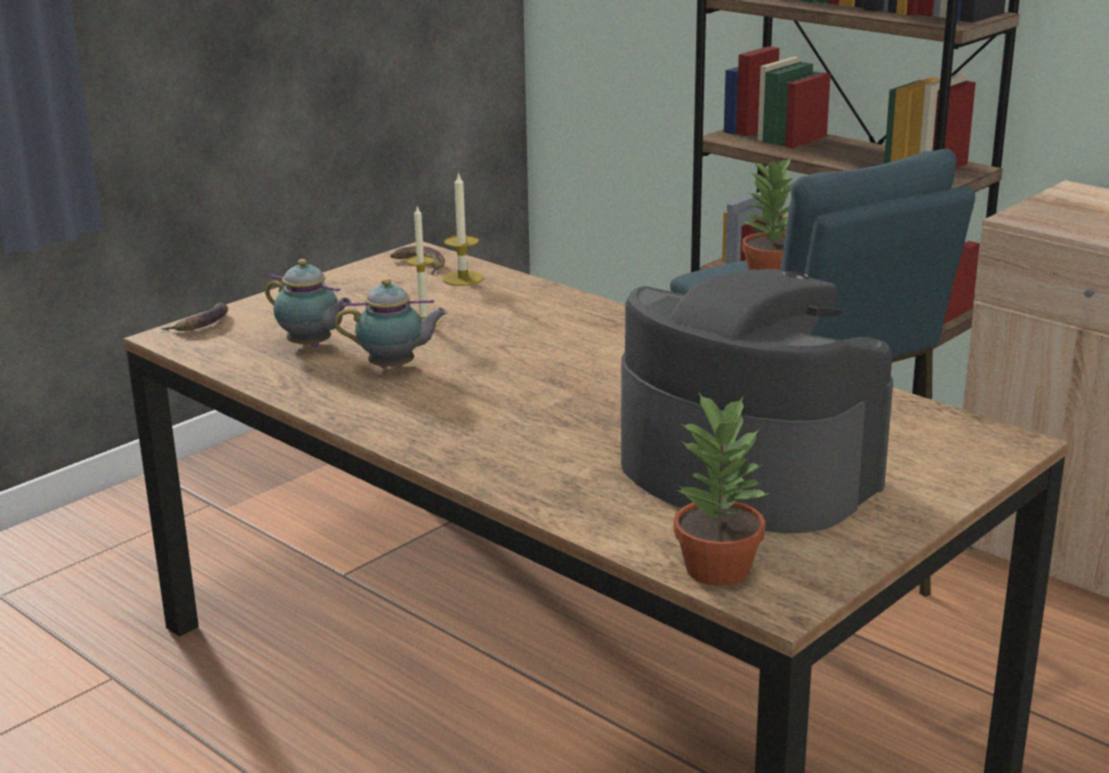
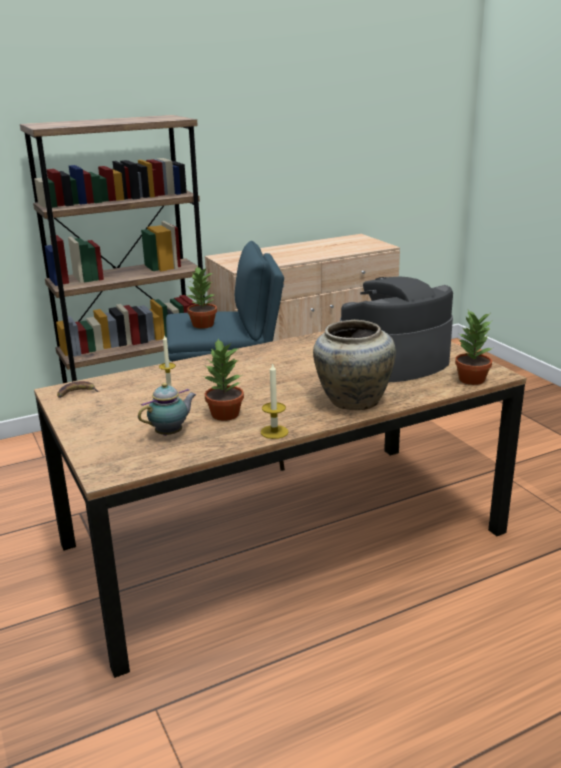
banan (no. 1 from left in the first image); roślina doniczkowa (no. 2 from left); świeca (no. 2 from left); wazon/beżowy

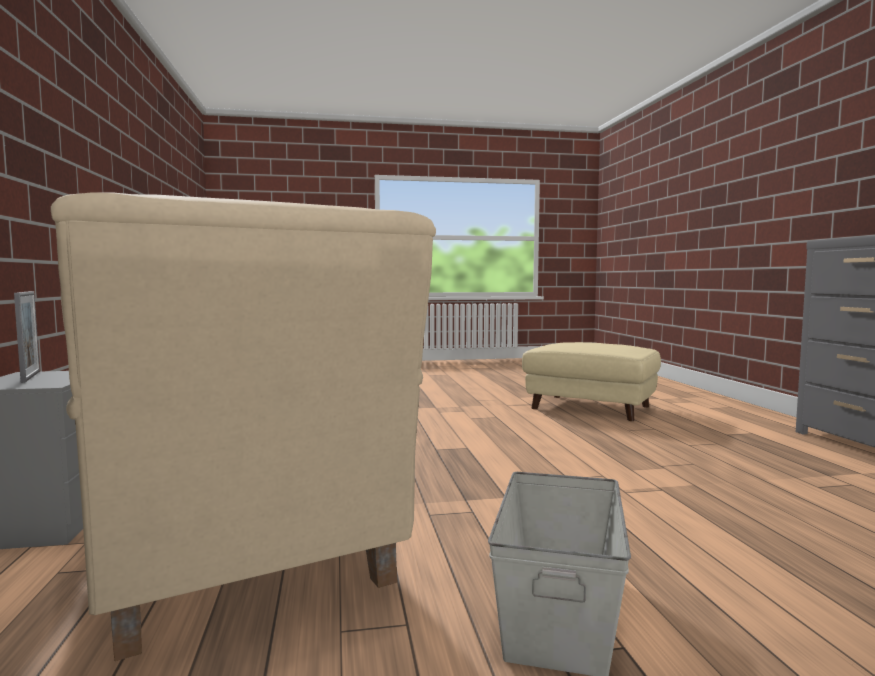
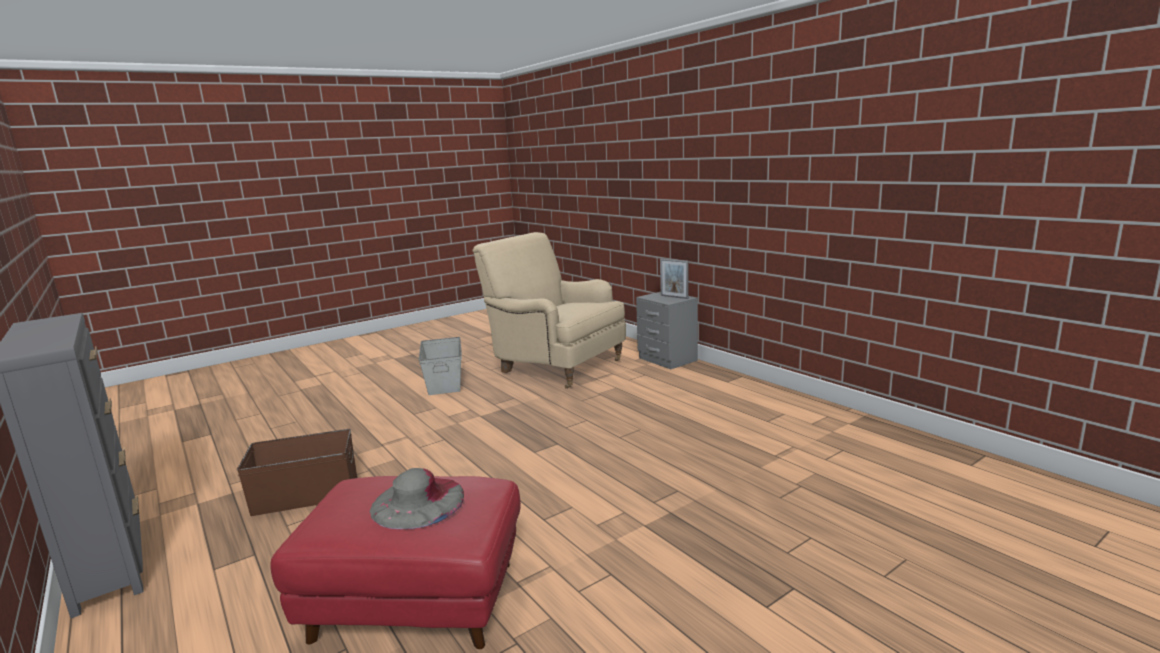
pufa/czerwony; pojemnik do przechowywania/brązowy; kapelusz/szary

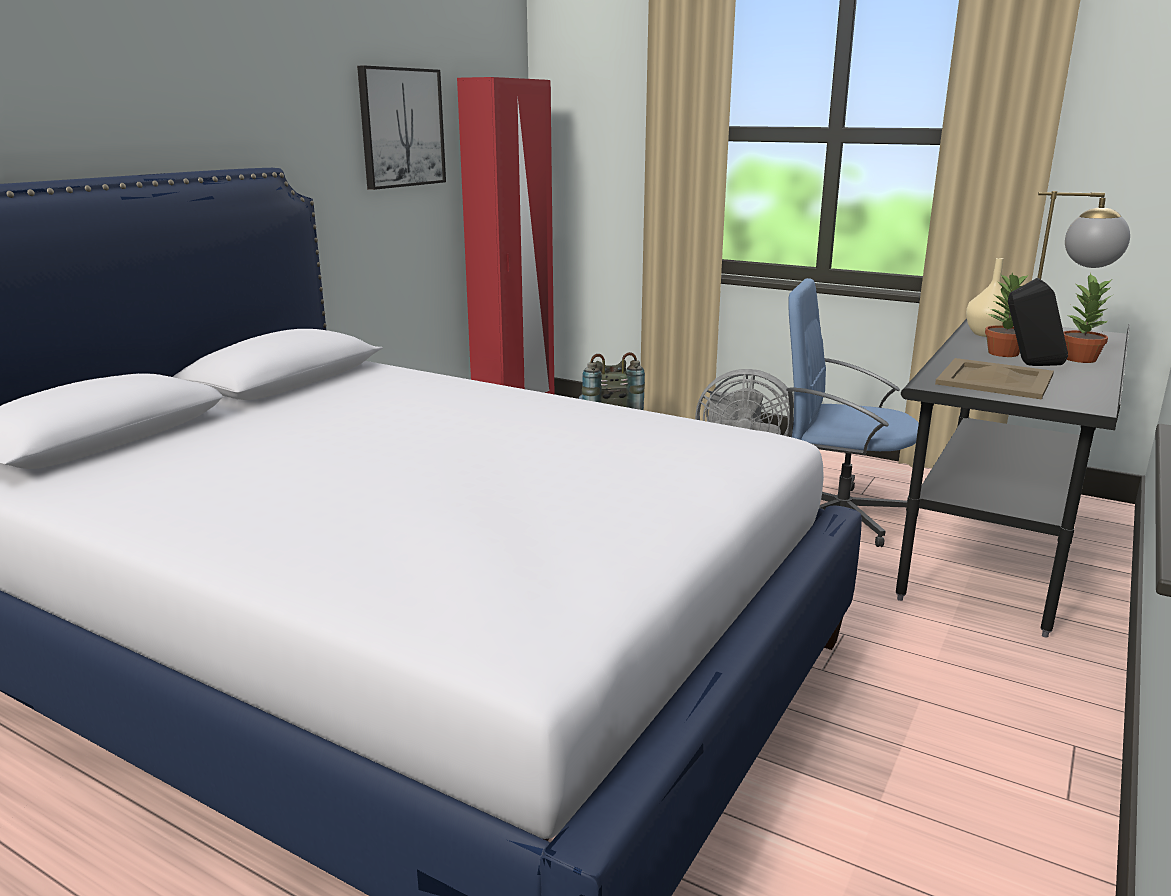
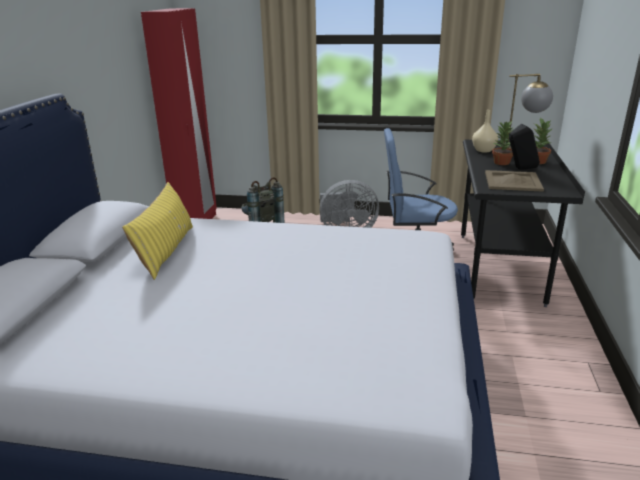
obraz; poduszka/żółty

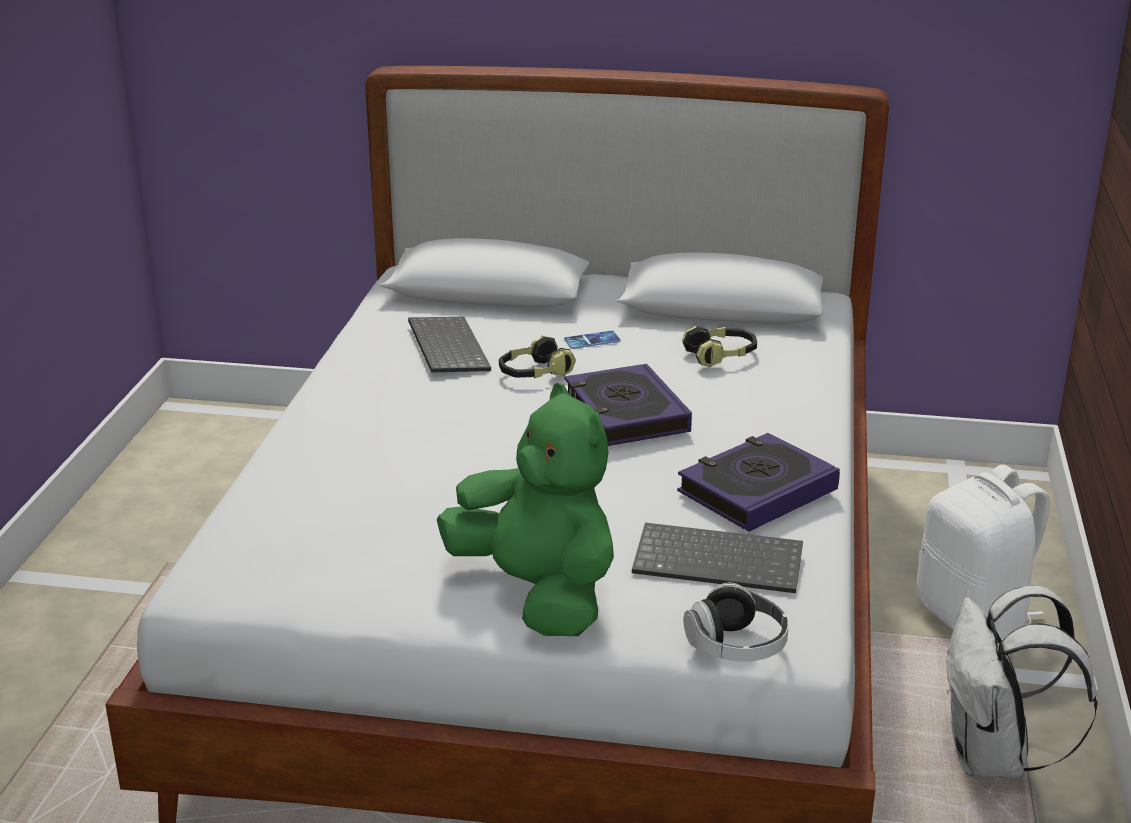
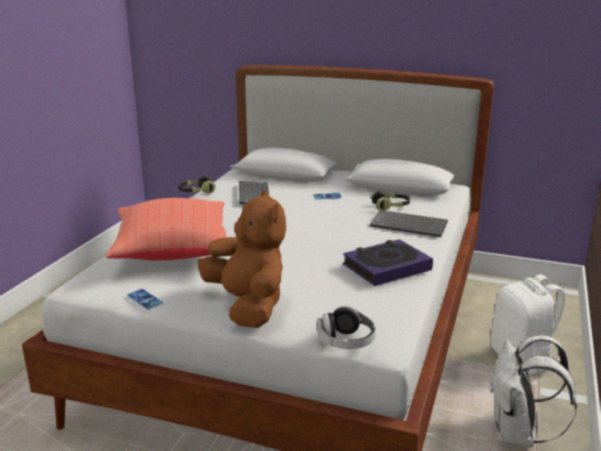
pluszak/brązowy; słuchawki (no. 1 from left); książka (no. 1 from left in the first image); klawiatura (no. 2 from left); poduszka/czerwony; telefon (no. 1 from left)

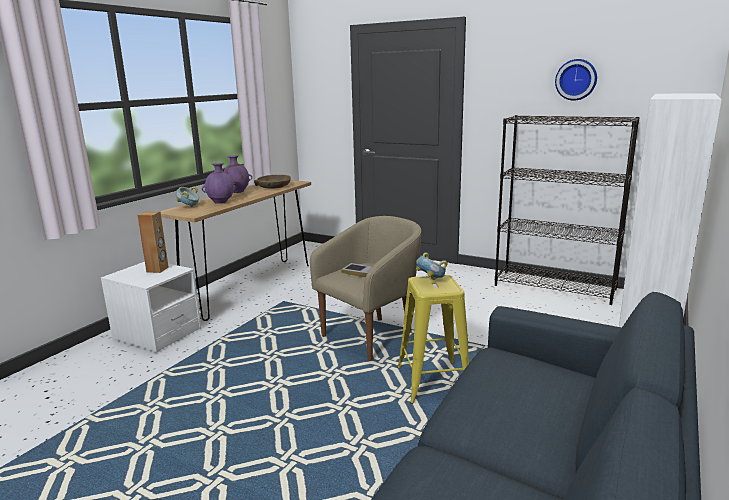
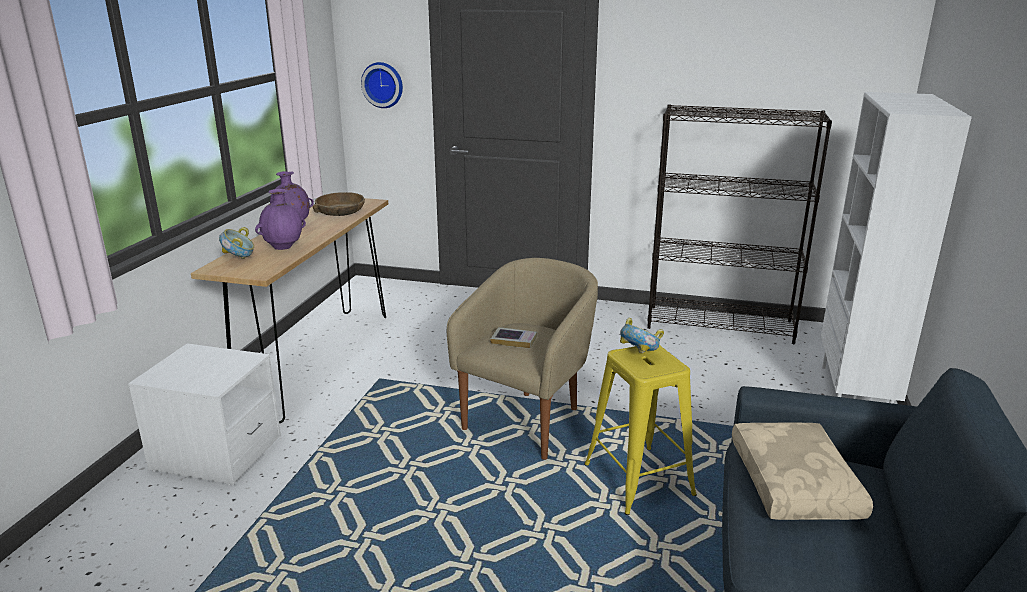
głośnik/brązowy; zegar ścienny; poduszka/beżowy

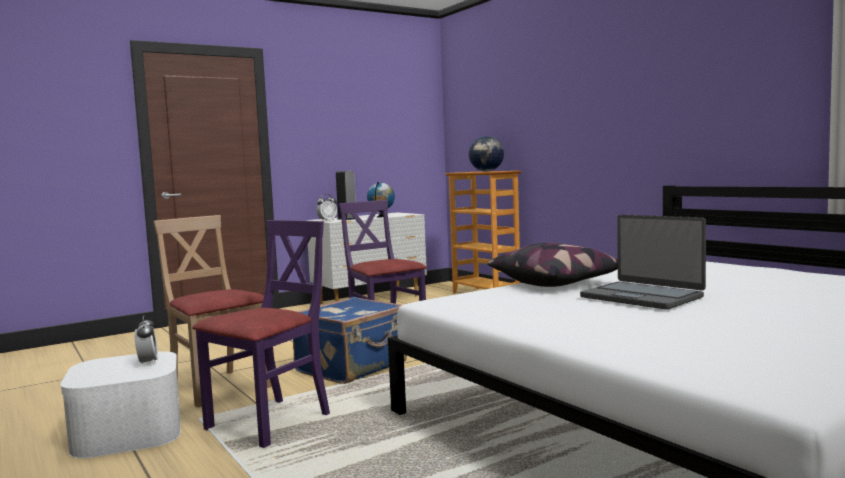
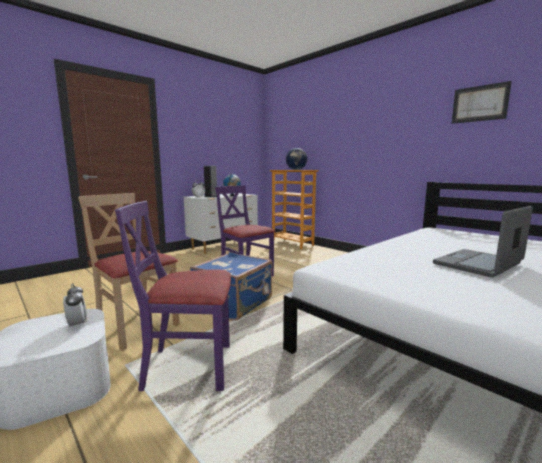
krzesło/fioletowy (no. 1 from left); poduszka; laptop; obraz

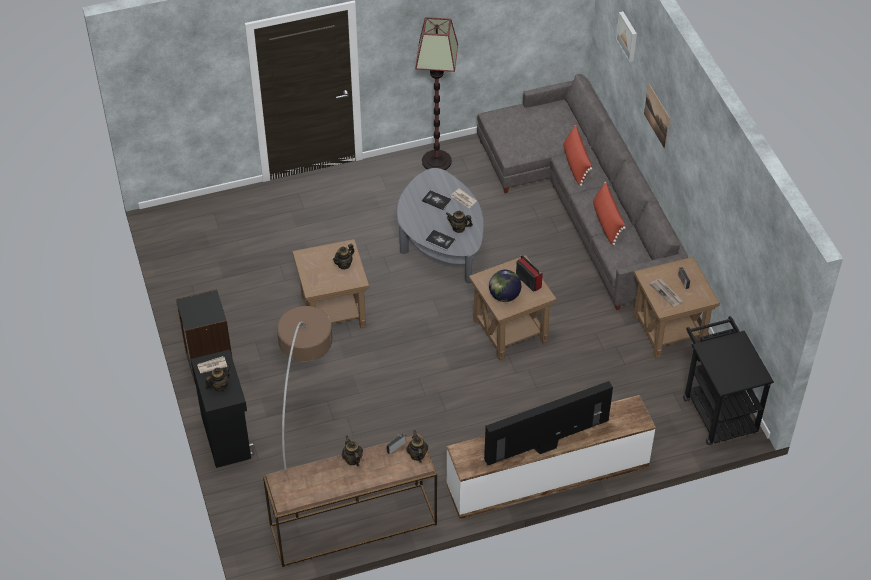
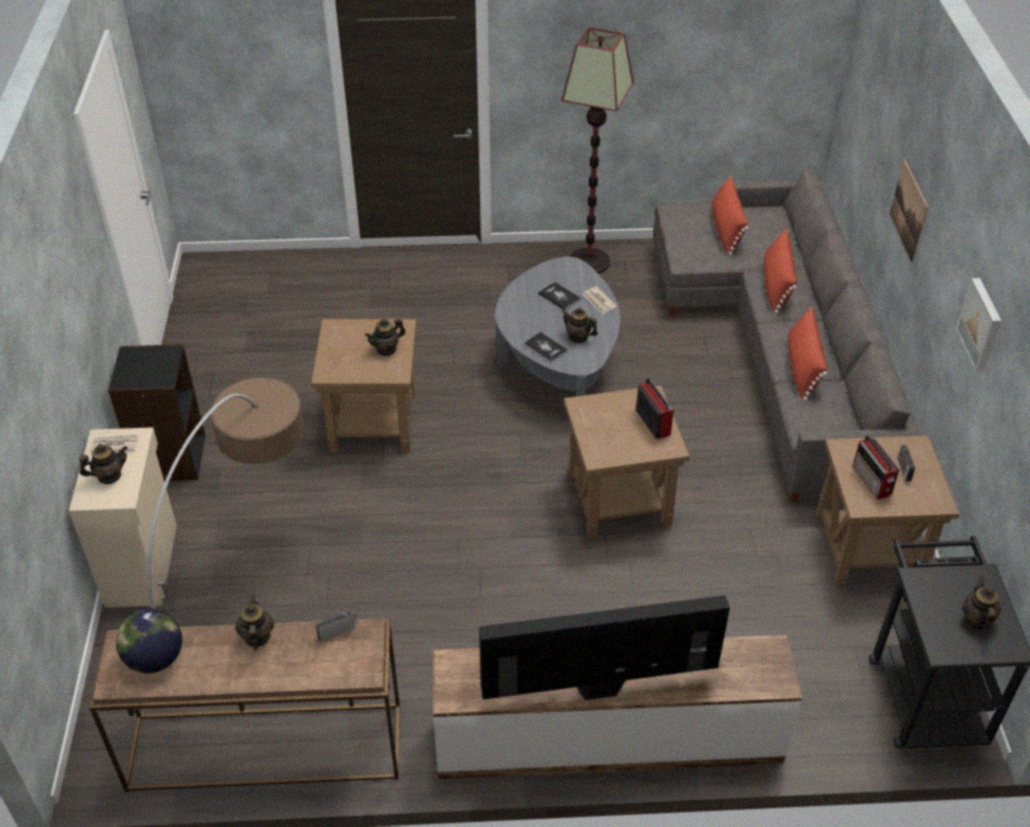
szafka/beżowy; imbryk (no. 5 from left); globus; obraz (no. 2 from left); radio (no. 3 from left); poduszka/czerwony (no. 1 from left)

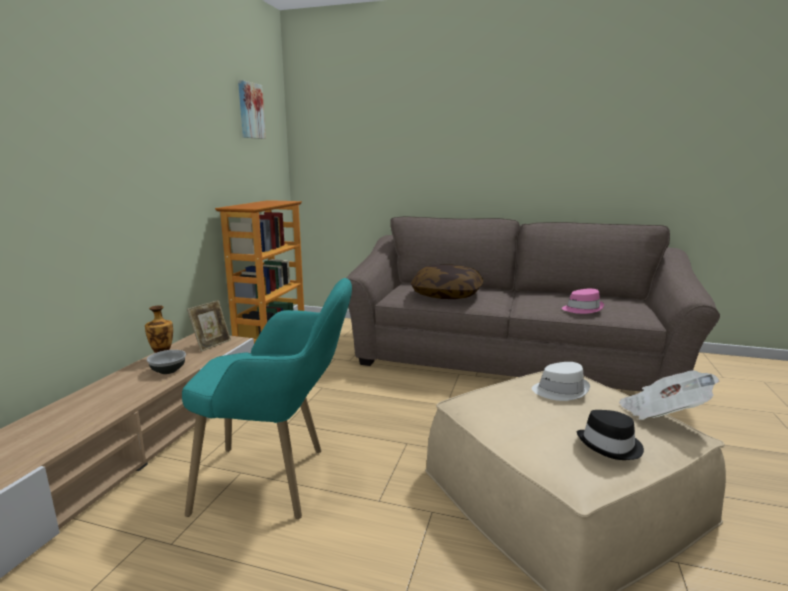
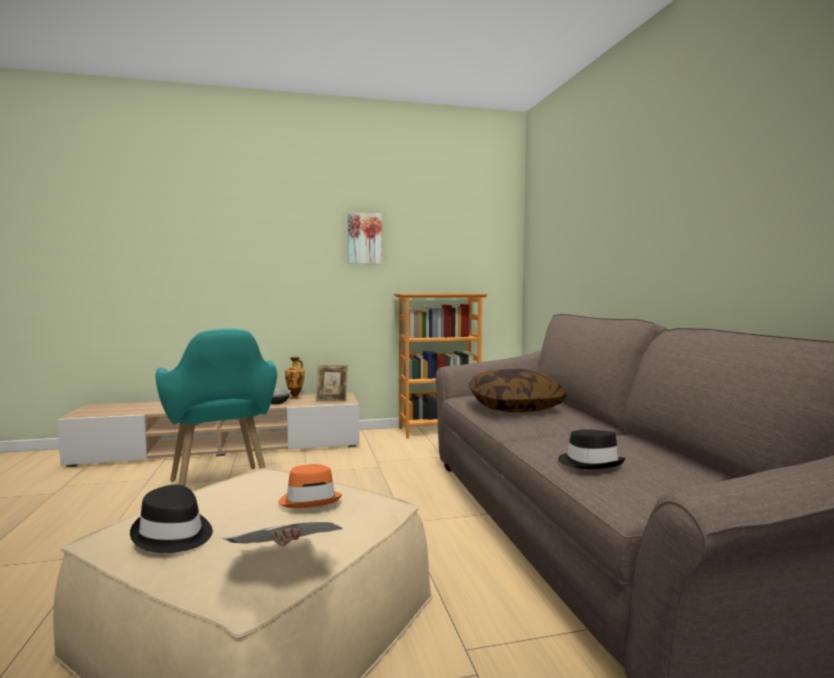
obraz; kapelusz/pomarańczowy; kapelusz/czarny (no. 2 from left)

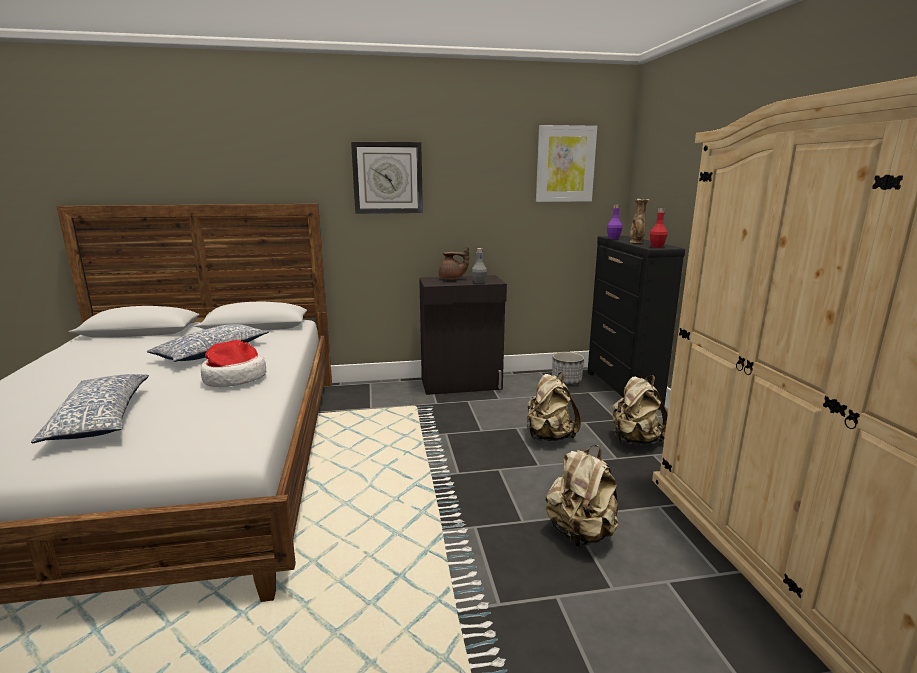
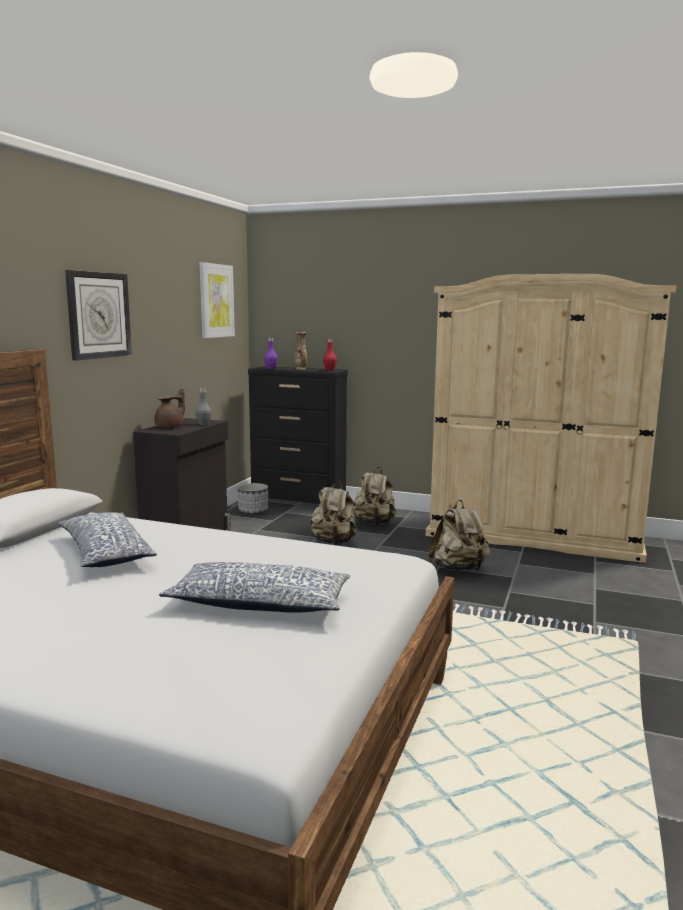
kapelusz

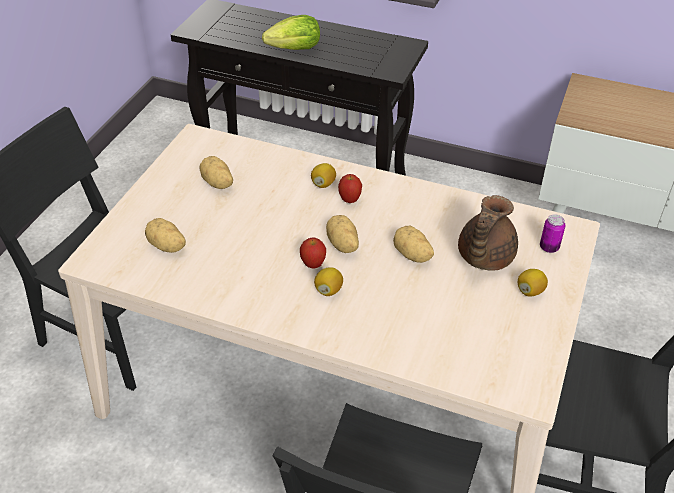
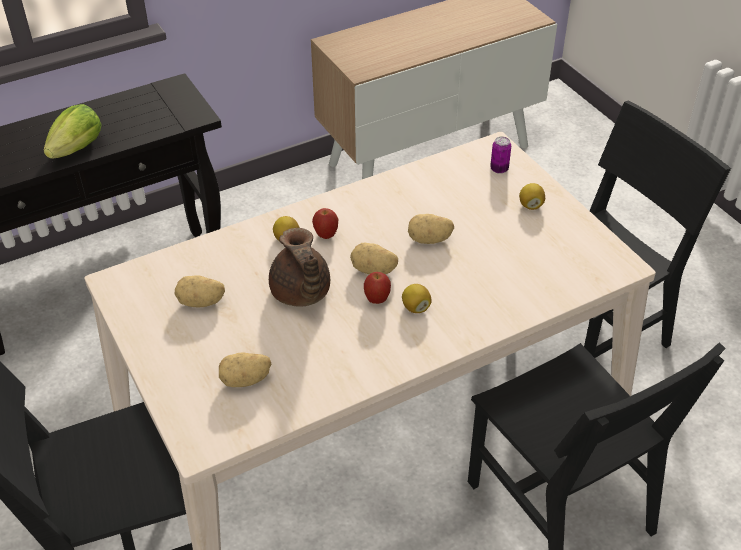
imbryk/brązowy

